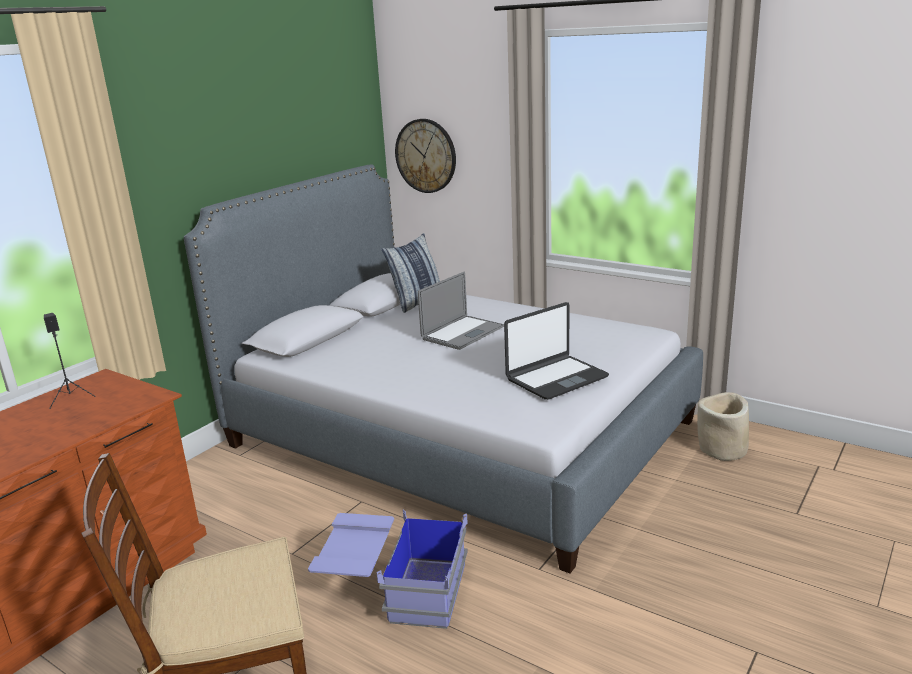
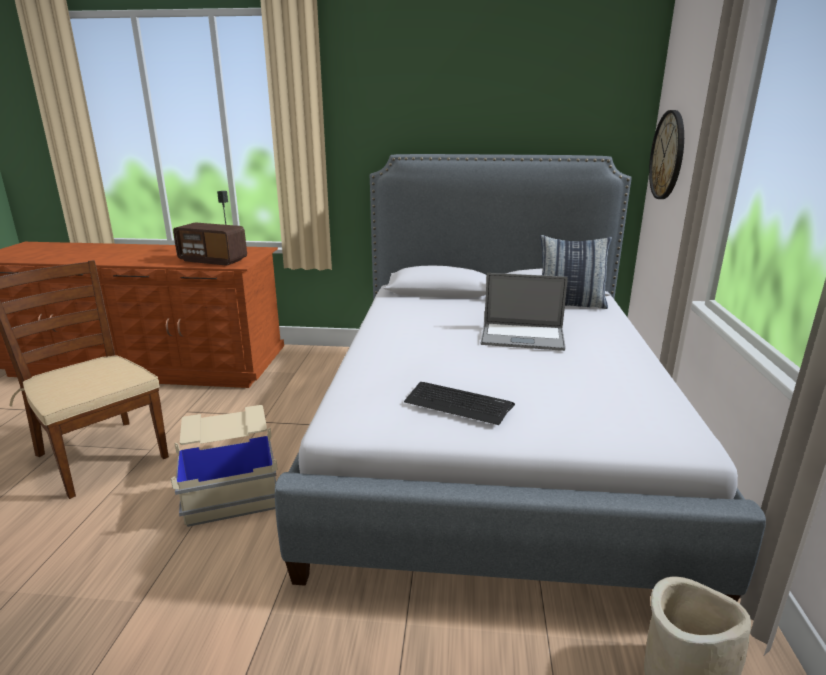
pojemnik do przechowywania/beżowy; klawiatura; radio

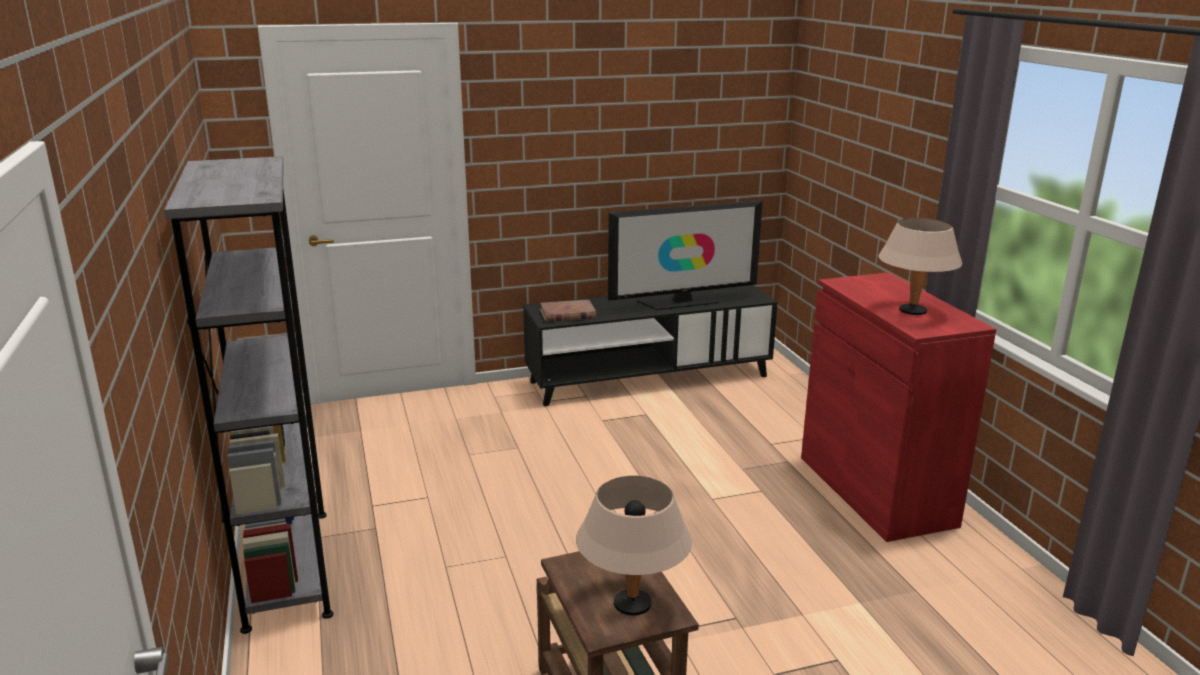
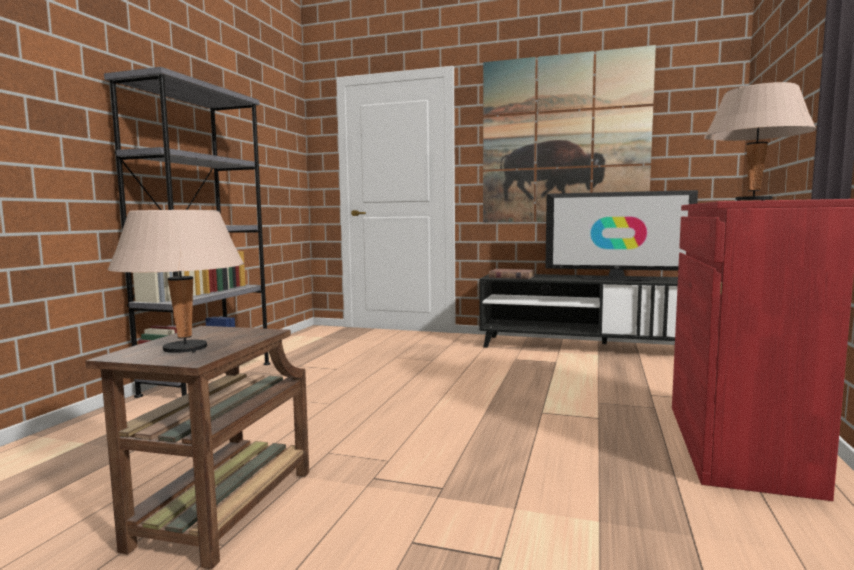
obraz

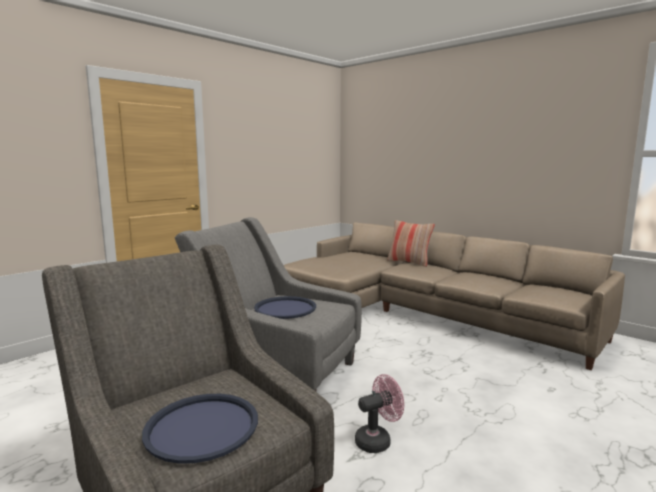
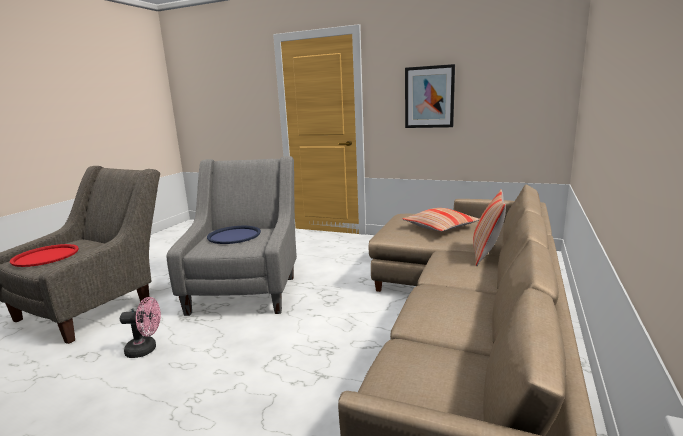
taca/czerwony; wentylator/różowy; poduszka (no. 1 from left); obraz

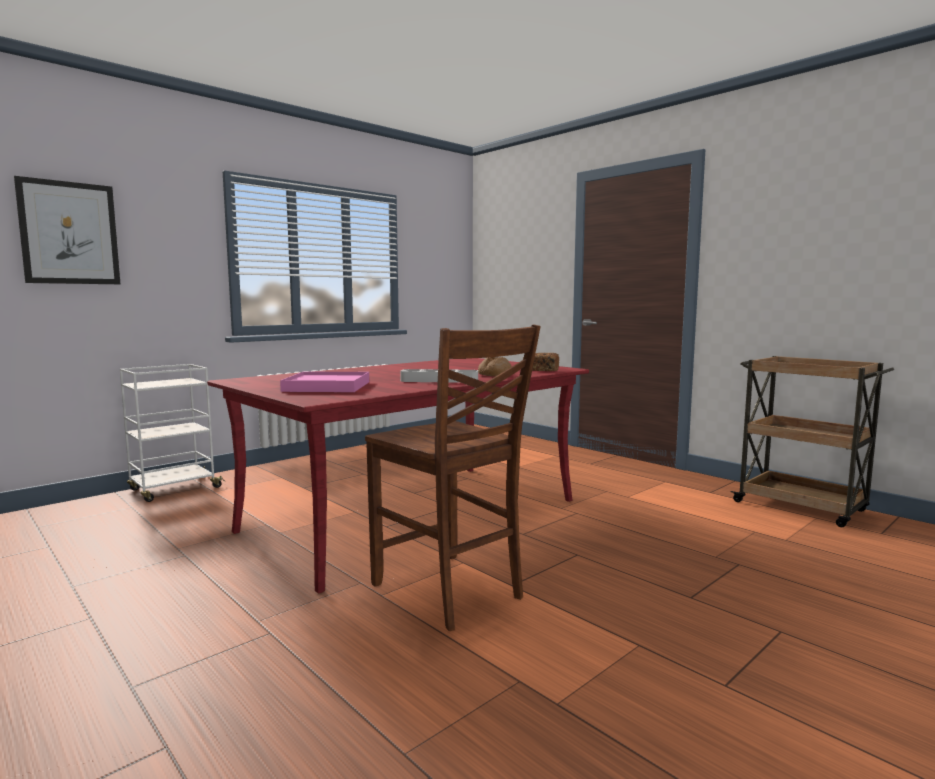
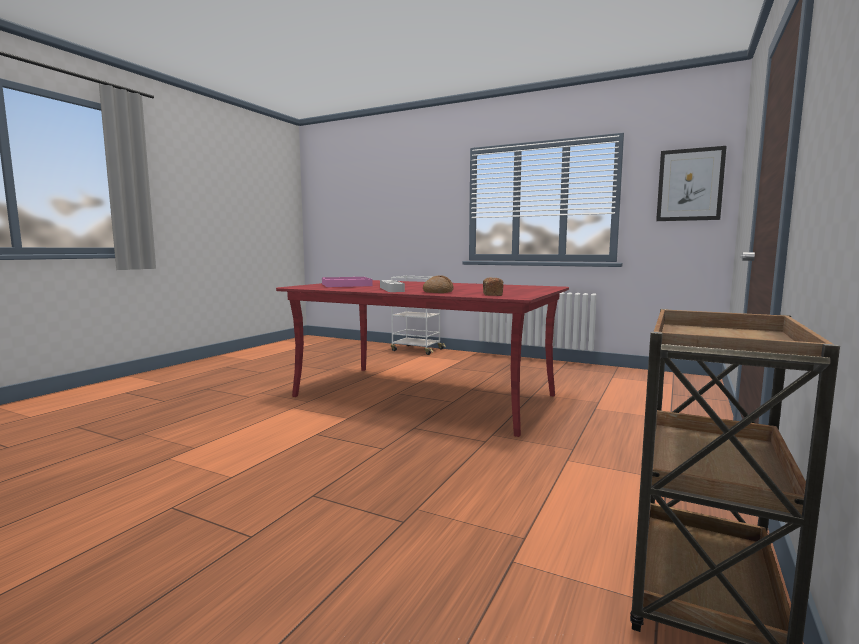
obraz; krzesło/brązowy

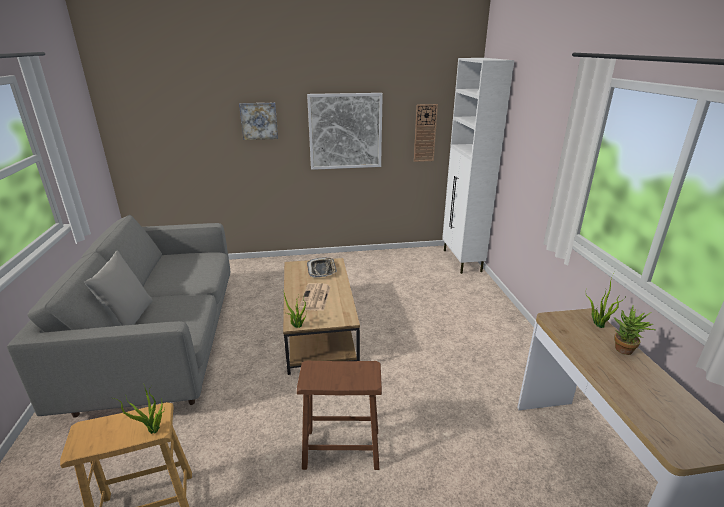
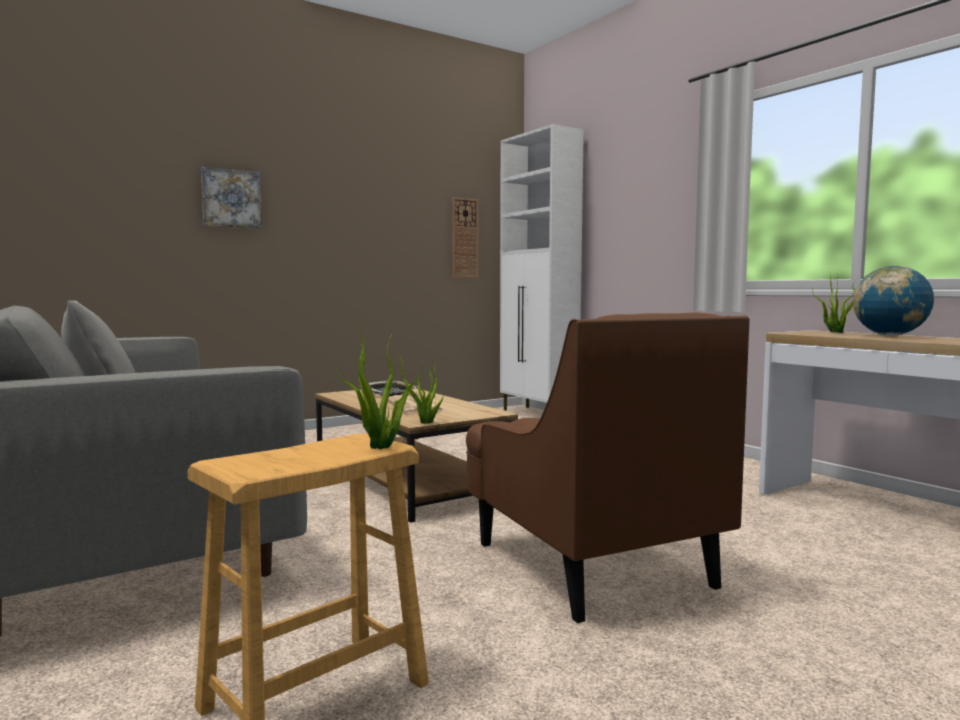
fotel/brązowy; obraz (no. 2 from left in the first image); globus

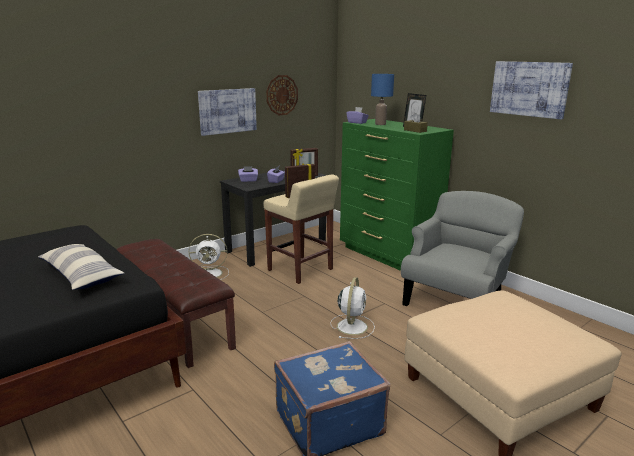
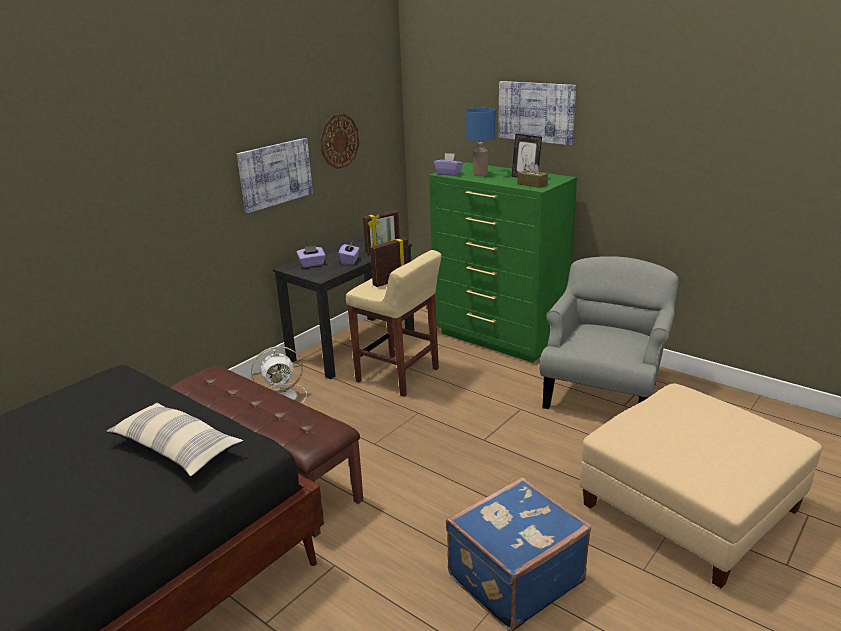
wentylator/biały (no. 2 from left in the first image); obraz (no. 2 from left)

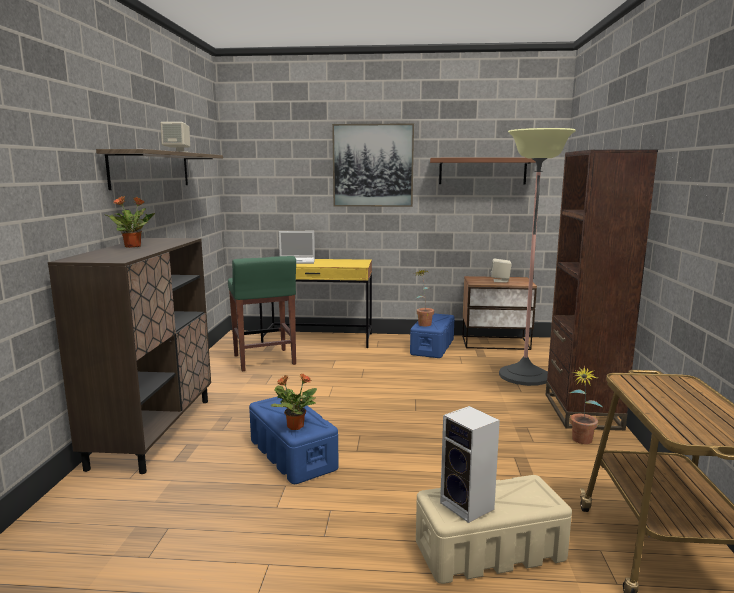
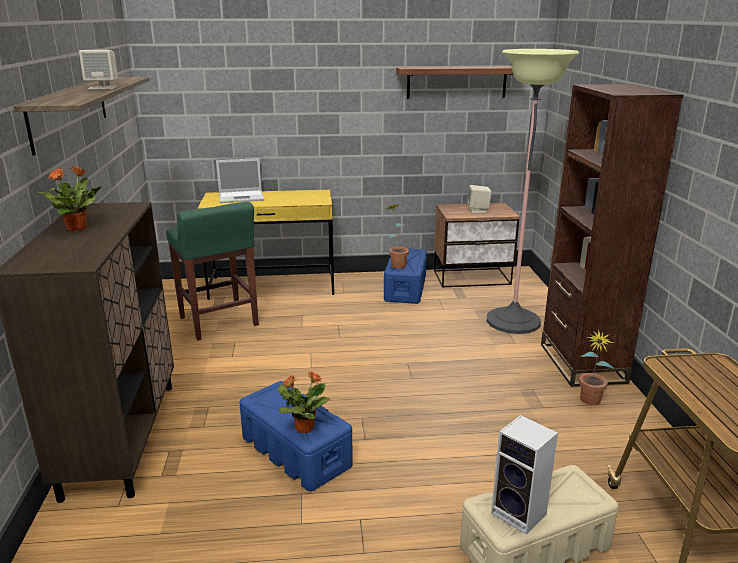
obraz

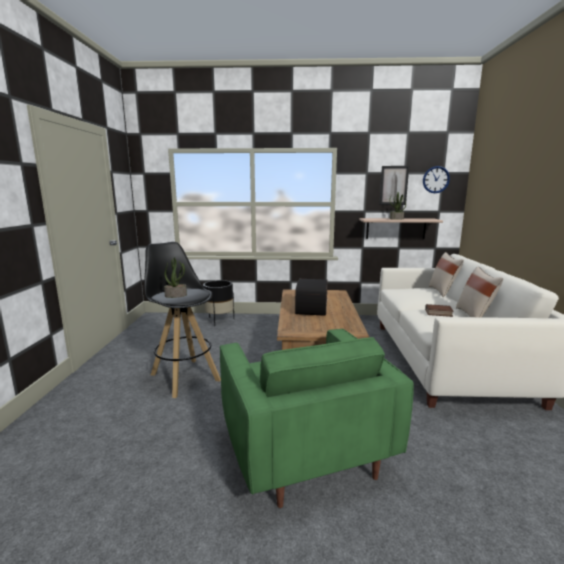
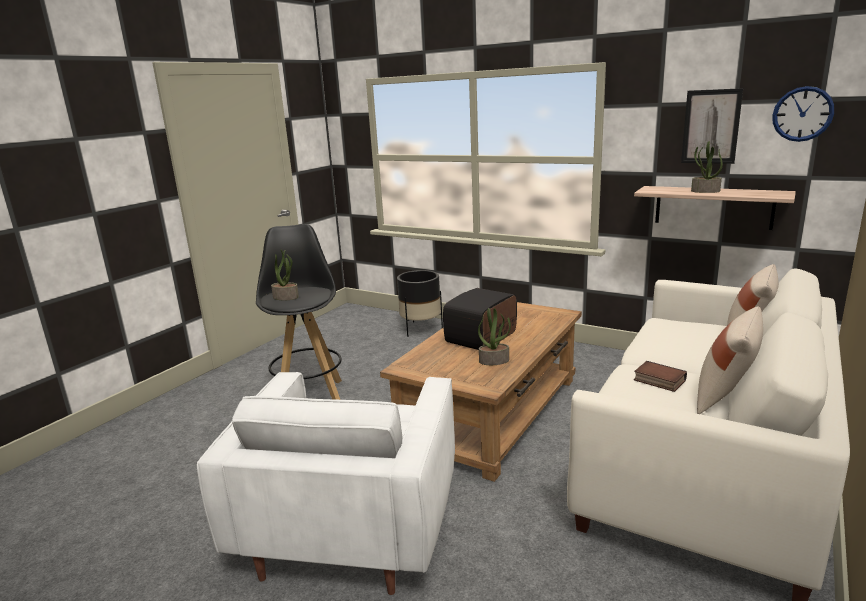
fotel/biały; roślina doniczkowa (no. 2 from left)

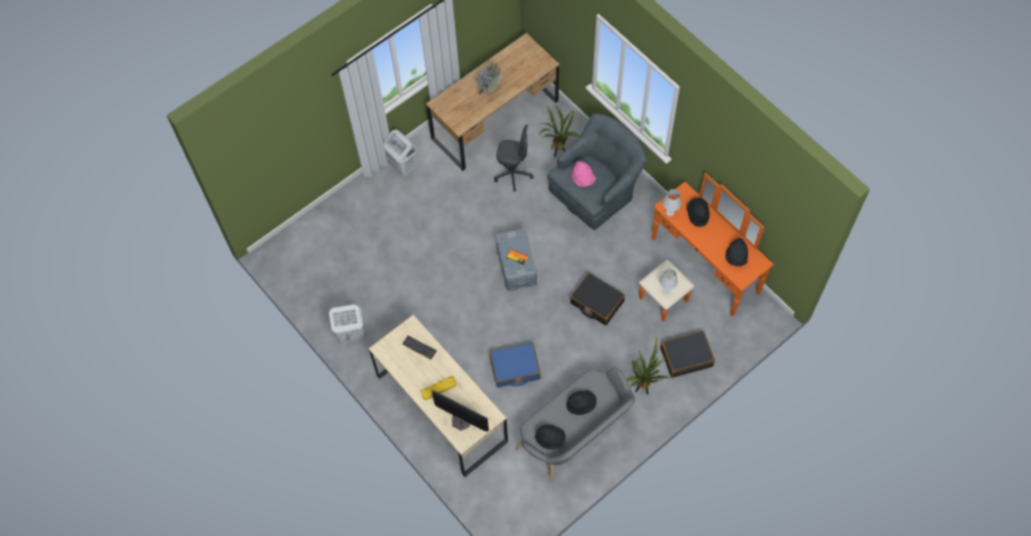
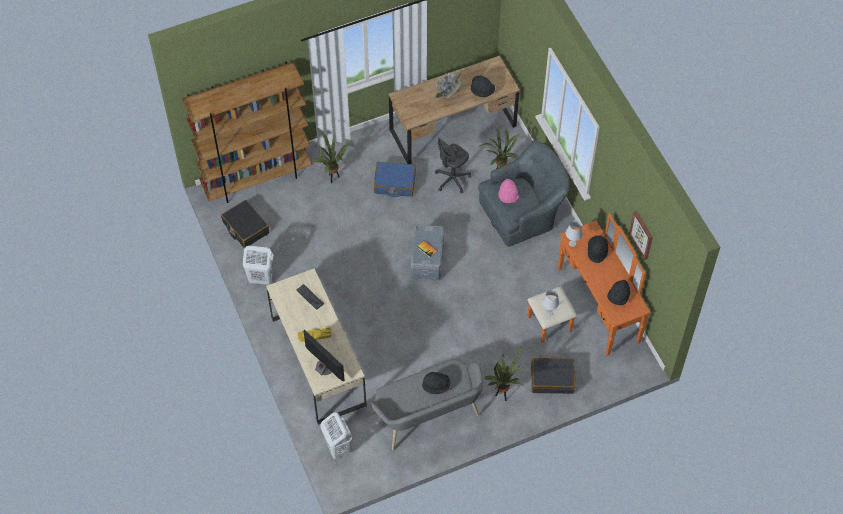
kosz na pranie/biały (no. 2 from left); walizka/niebieski; krzesło biurowe/szary; kapelusz/czarny (no. 2 from left); walizka/czarny (no. 1 from left); regał/brązowy; roślina doniczkowa (no. 1 from left); obraz

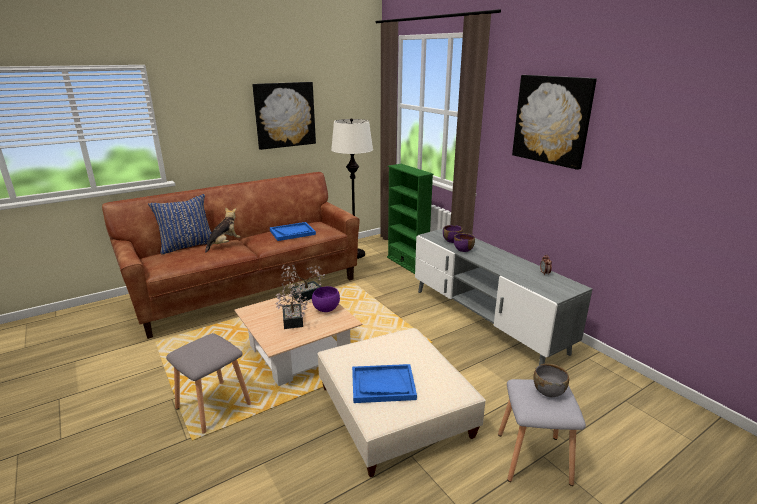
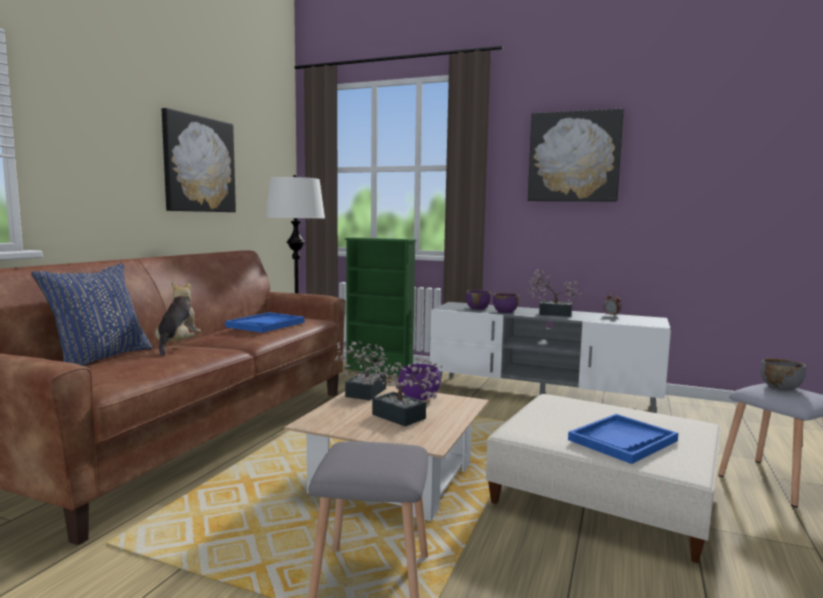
roślina doniczkowa (no. 3 from left)

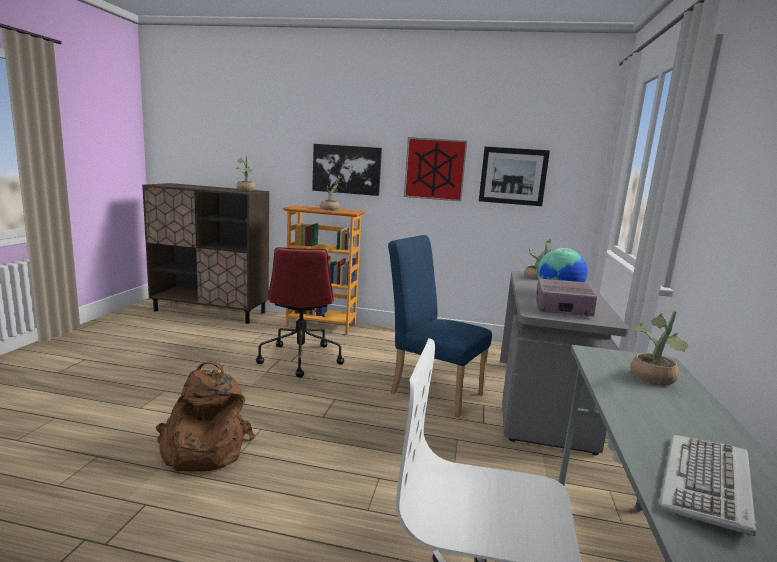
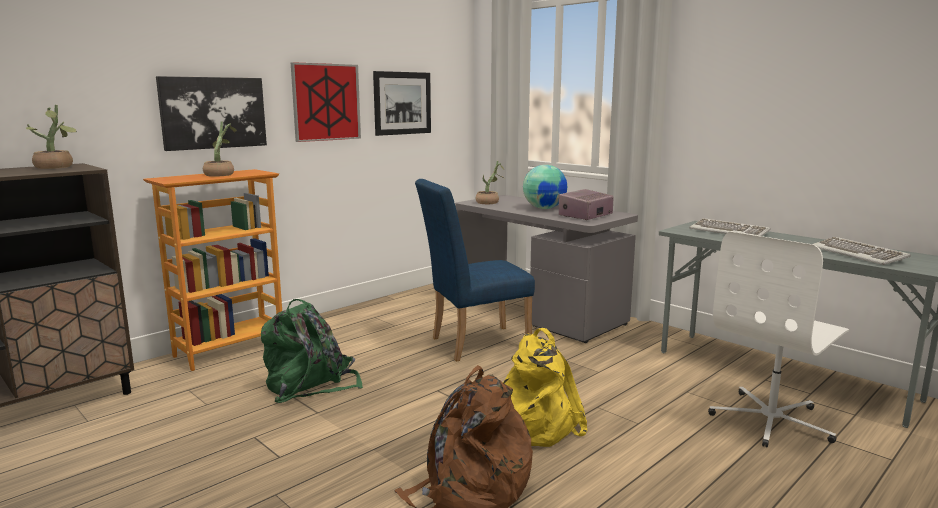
plecak/zielony; klawiatura (no. 1 from left); plecak/żółty

